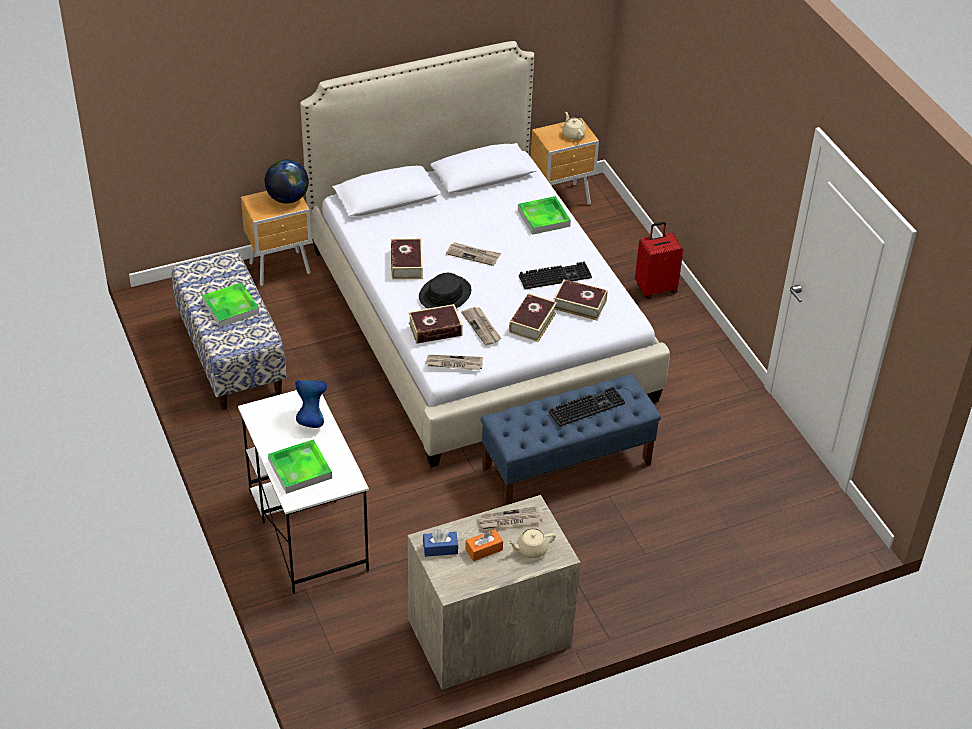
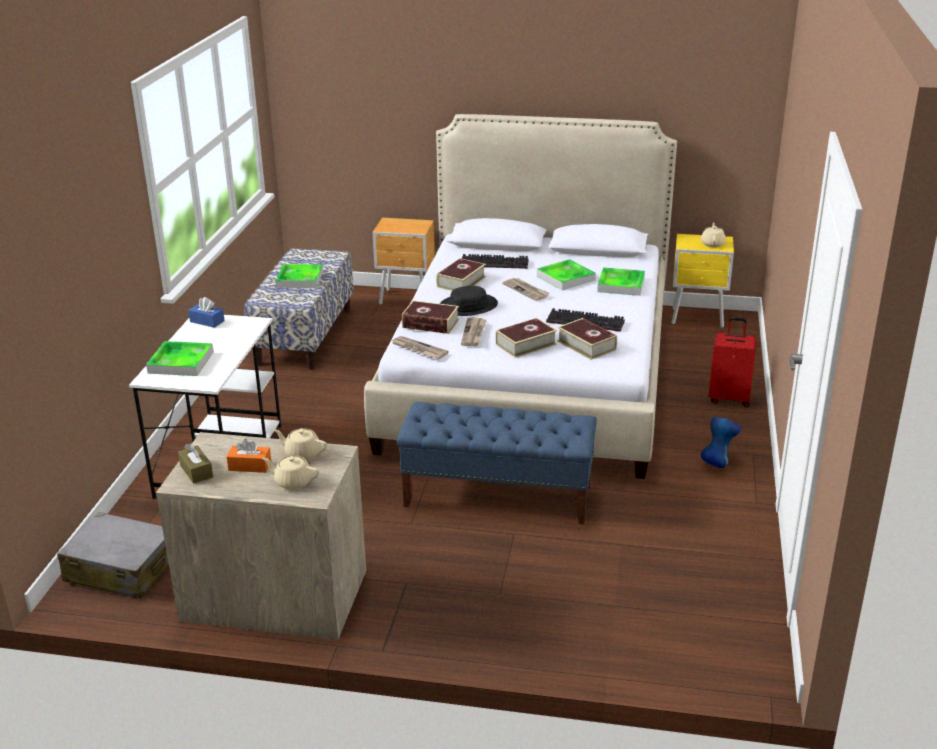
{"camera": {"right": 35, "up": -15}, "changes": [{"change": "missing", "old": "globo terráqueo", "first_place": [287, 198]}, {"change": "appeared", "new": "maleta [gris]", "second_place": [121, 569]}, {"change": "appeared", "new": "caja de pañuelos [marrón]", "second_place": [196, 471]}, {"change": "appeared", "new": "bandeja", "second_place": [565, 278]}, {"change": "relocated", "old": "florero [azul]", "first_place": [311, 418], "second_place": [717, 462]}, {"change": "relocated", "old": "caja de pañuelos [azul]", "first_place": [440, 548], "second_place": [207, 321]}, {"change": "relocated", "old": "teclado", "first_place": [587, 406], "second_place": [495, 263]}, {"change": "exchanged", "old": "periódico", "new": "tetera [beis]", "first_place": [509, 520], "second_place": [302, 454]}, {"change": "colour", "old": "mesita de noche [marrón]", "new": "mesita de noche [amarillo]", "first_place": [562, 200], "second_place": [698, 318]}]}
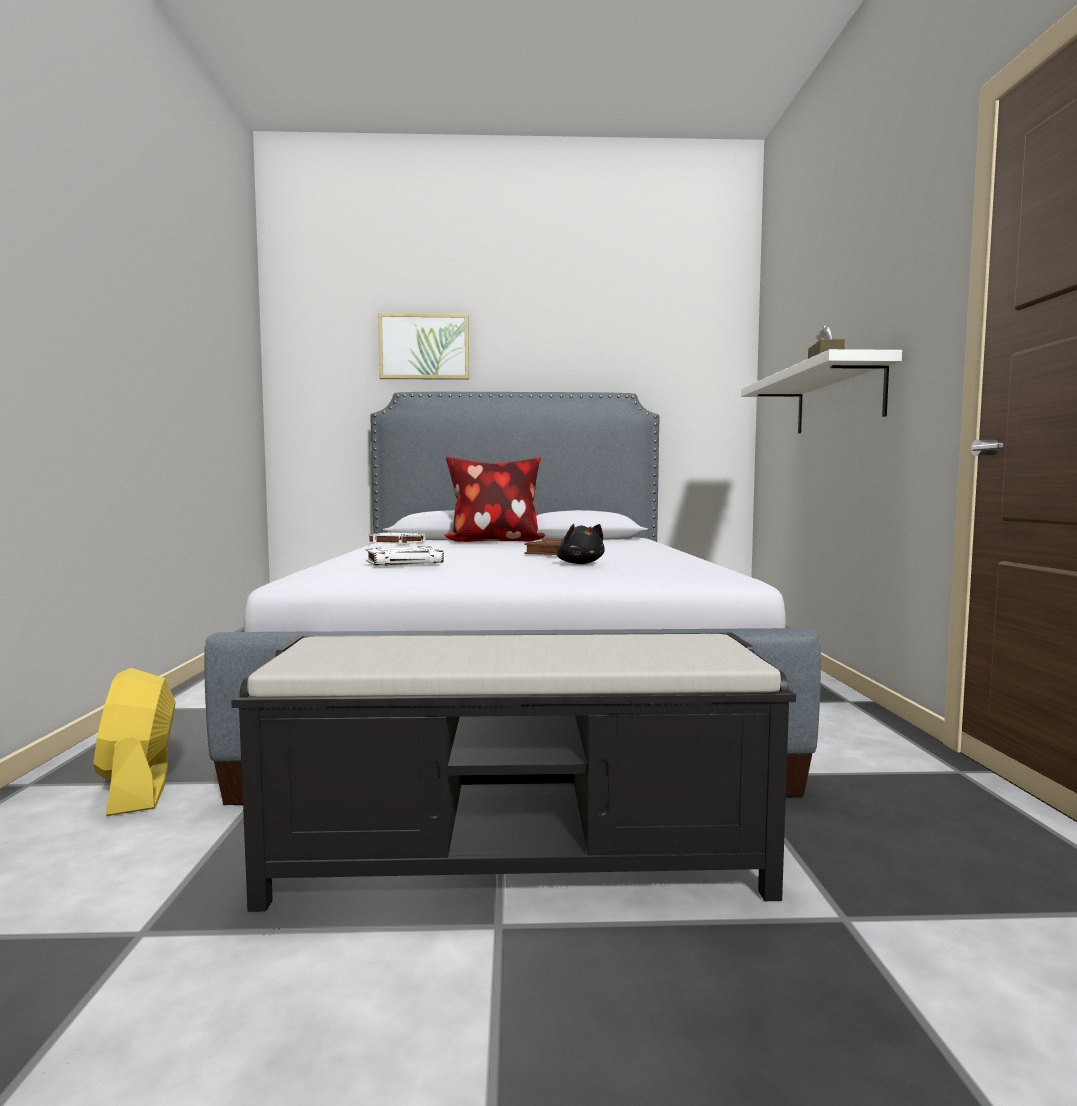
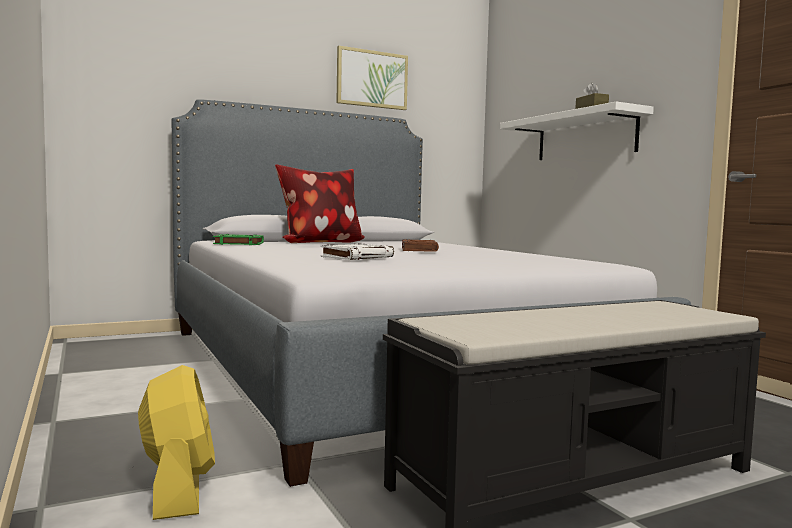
{"camera": {"right": -25, "up": 0}, "changes": [{"change": "missing", "old": "peluche [negro]", "first_place": [579, 563]}, {"change": "relocated", "old": "cuadro", "first_place": [424, 347], "second_place": [372, 79]}, {"change": "colour", "old": "libro [blanco]", "new": "libro [verde]", "first_place": [395, 542], "second_place": [238, 243]}, {"change": "spun", "old": "ventilador [amarillo]", "first_place": [139, 788], "second_place": [178, 489], "degrees": -150}]}
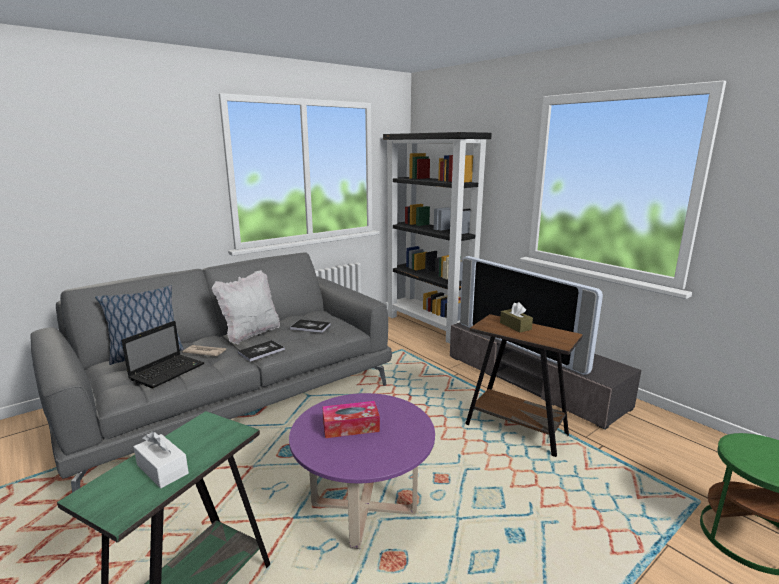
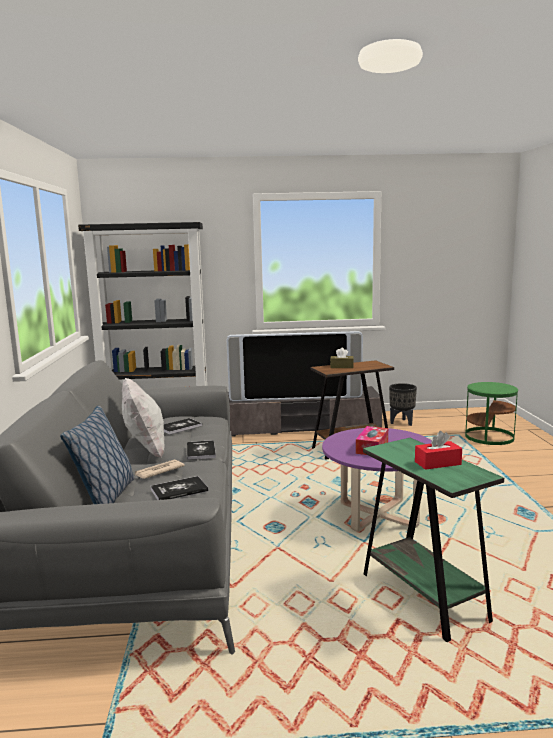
{"camera": {"right": -55, "up": -5}, "changes": [{"change": "appeared", "new": "maceta [negro]", "second_place": [402, 422]}, {"change": "exchanged", "old": "portátil", "new": "libro", "first_place": [168, 371], "second_place": [179, 490]}, {"change": "colour", "old": "caja de pañuelos [blanco]", "new": "caja de pañuelos [rojo]", "first_place": [162, 469], "second_place": [437, 463]}]}
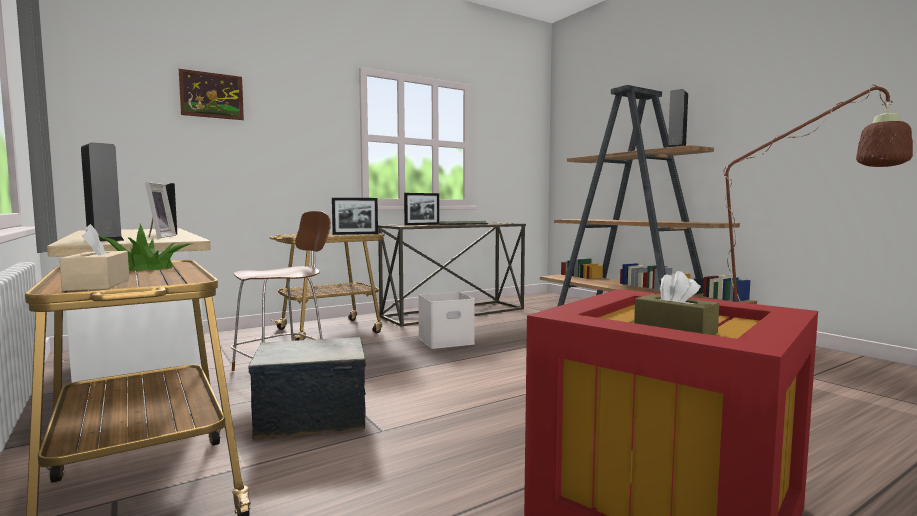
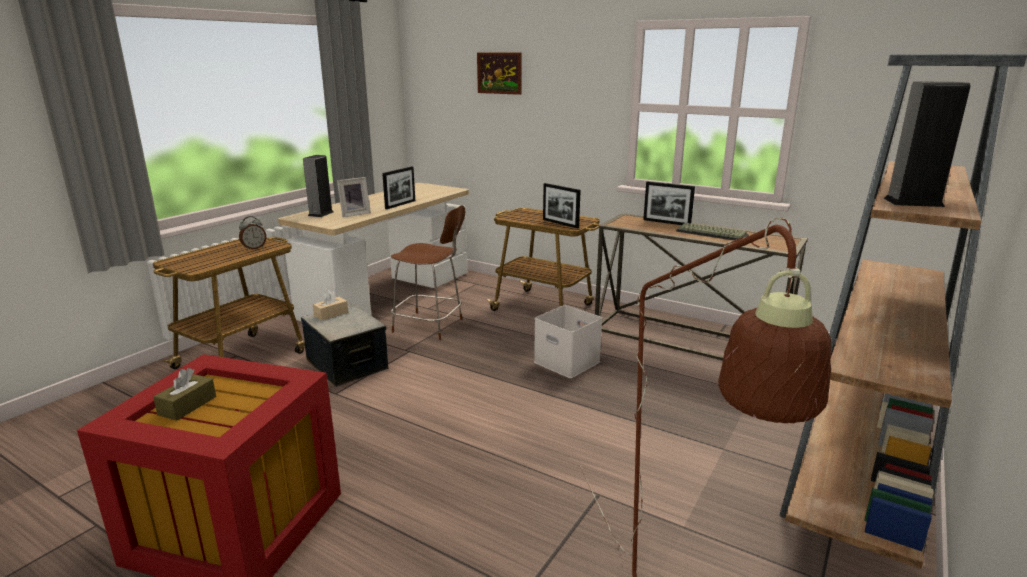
{"camera": {"right": 65, "up": 15}, "changes": [{"change": "relocated", "old": "caja de pañuelos [beis]", "first_place": [98, 284], "second_place": [331, 314]}, {"change": "exchanged", "old": "planta en maceta", "new": "despertador", "first_place": [146, 268], "second_place": [254, 248]}]}
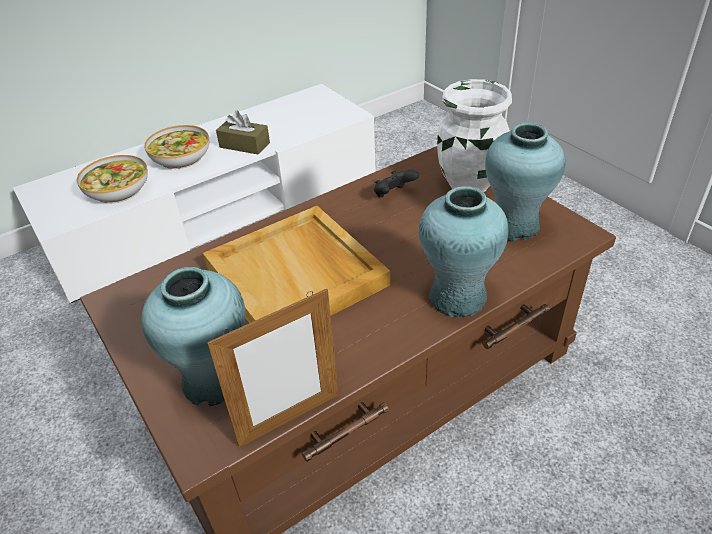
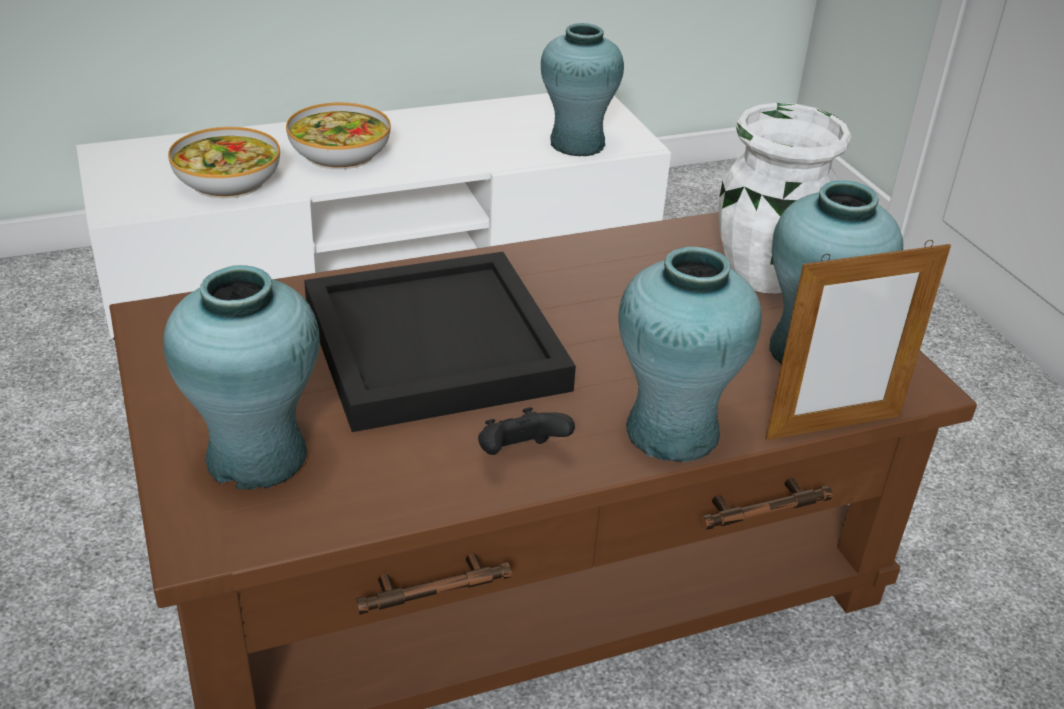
{"camera": {"right": 10, "up": -5}, "changes": [{"change": "missing", "old": "caja de pañuelos [marrón]", "first_place": [244, 145]}, {"change": "appeared", "new": "florero [turquesa]", "second_place": [577, 144]}, {"change": "relocated", "old": "portarretratos", "first_place": [290, 419], "second_place": [833, 427]}, {"change": "relocated", "old": "mando de consola [negro]", "first_place": [393, 195], "second_place": [519, 456]}, {"change": "colour", "old": "bandeja [beis]", "new": "bandeja [negro]", "first_place": [297, 276], "second_place": [437, 347]}]}
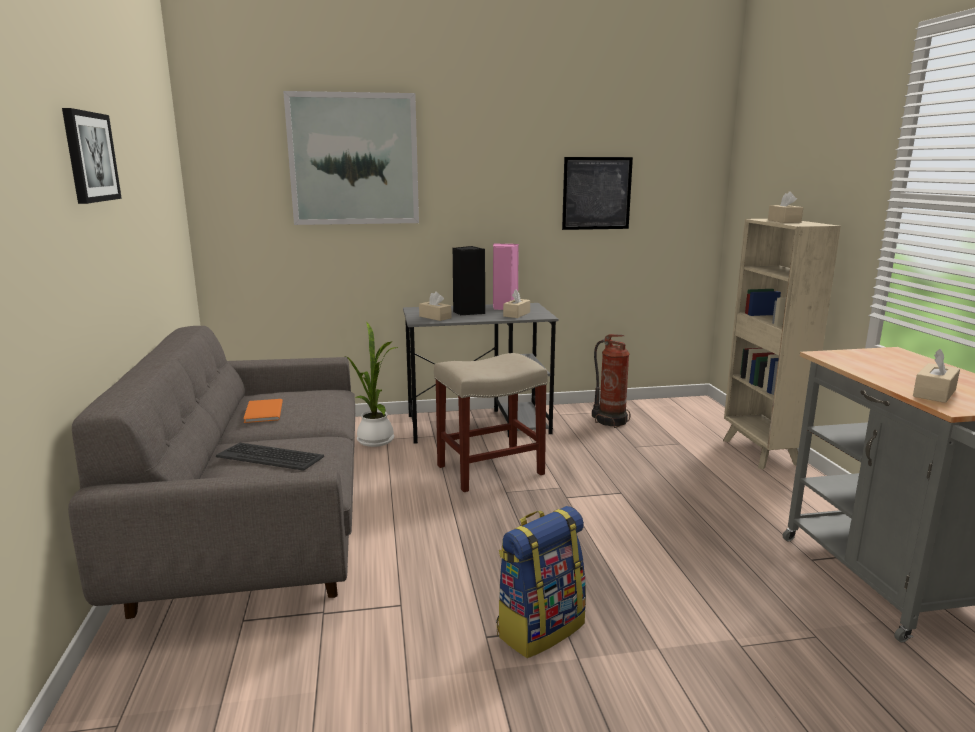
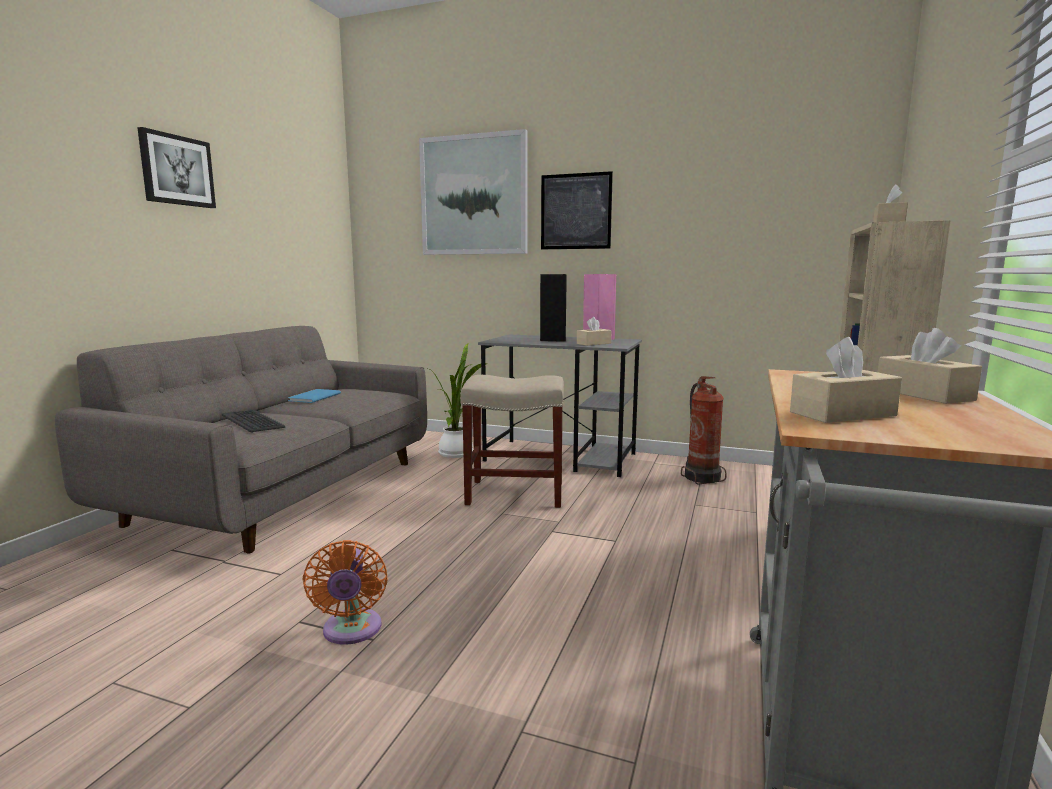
{"camera": {"right": 30, "up": -5}, "changes": [{"change": "relocated", "old": "caja de pañuelos [beis]", "first_place": [435, 317], "second_place": [923, 394]}, {"change": "relocated", "old": "cuadro", "first_place": [596, 193], "second_place": [576, 211]}, {"change": "exchanged", "old": "mochila", "new": "ventilador [naranja]", "first_place": [539, 628], "second_place": [351, 631]}, {"change": "colour", "old": "libro [naranja]", "new": "libro [azul]", "first_place": [262, 412], "second_place": [312, 397]}]}
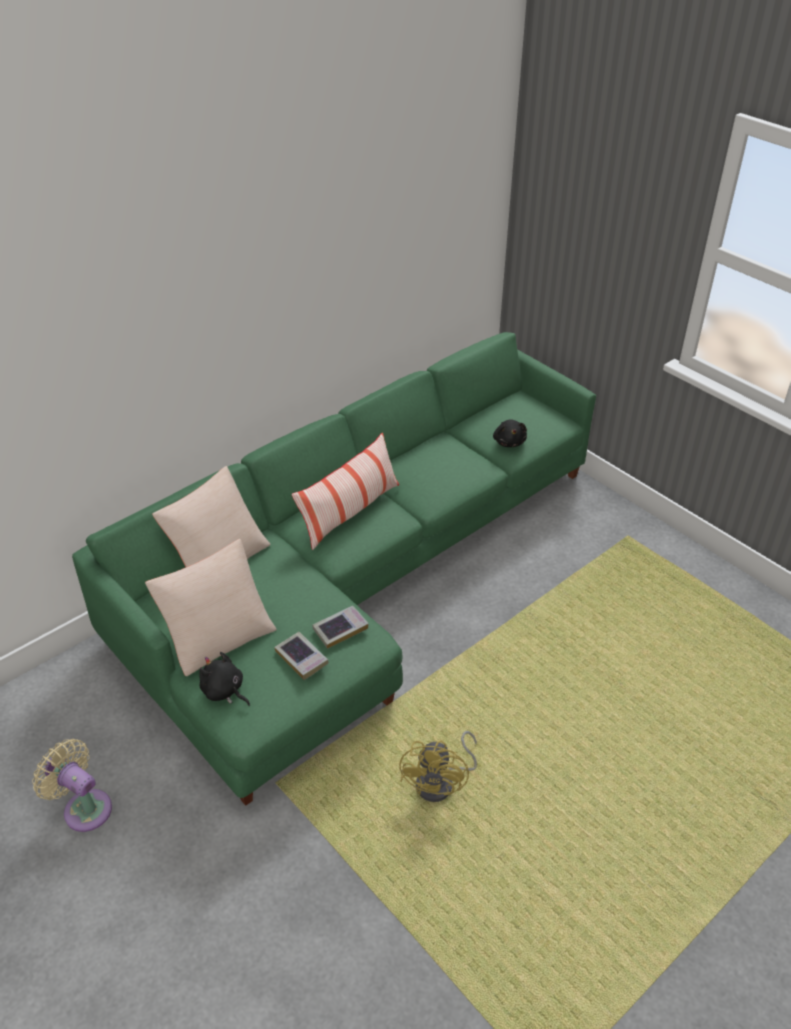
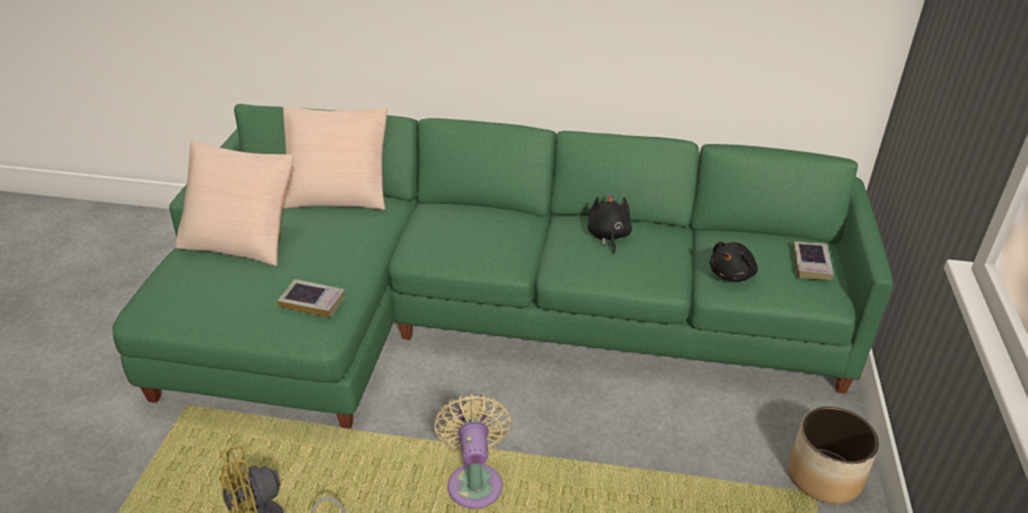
{"camera": {"right": 50, "up": -5}, "changes": [{"change": "missing", "old": "cojín", "first_place": [350, 512]}, {"change": "appeared", "new": "maceta", "second_place": [825, 476]}, {"change": "relocated", "old": "ventilador [beis]", "first_place": [84, 807], "second_place": [474, 481]}, {"change": "relocated", "old": "peluche [negro]", "first_place": [224, 691], "second_place": [608, 236]}, {"change": "relocated", "old": "libro", "first_place": [301, 658], "second_place": [811, 264]}]}
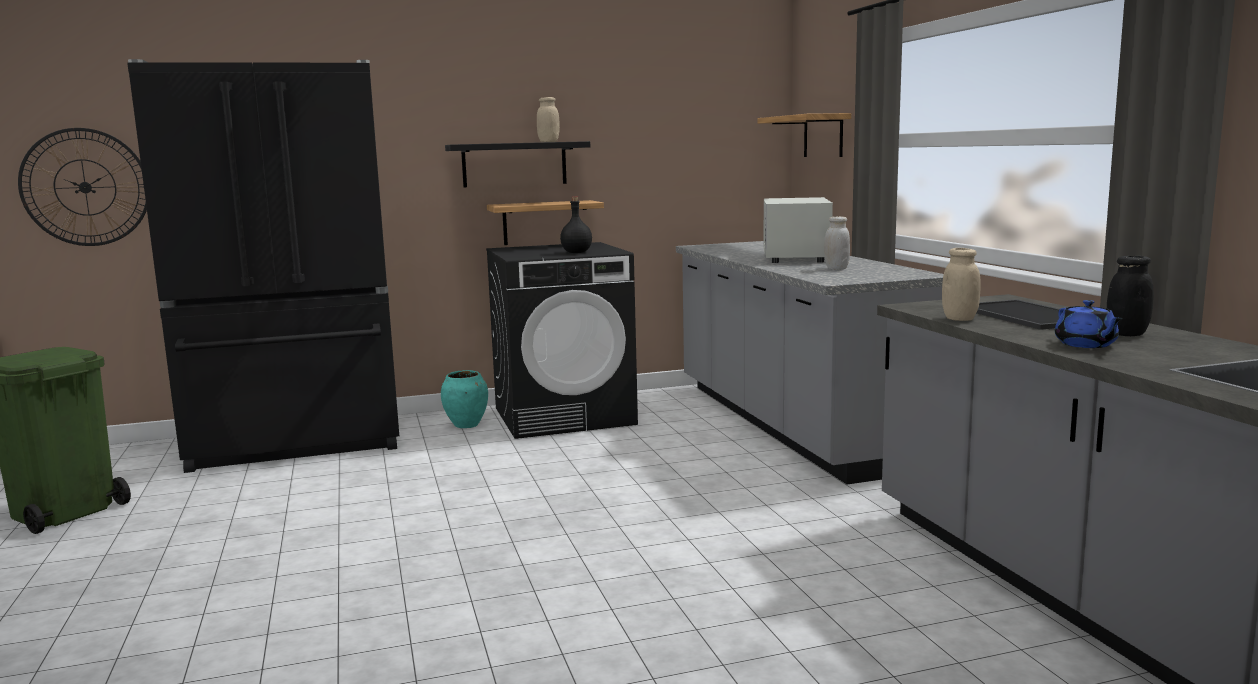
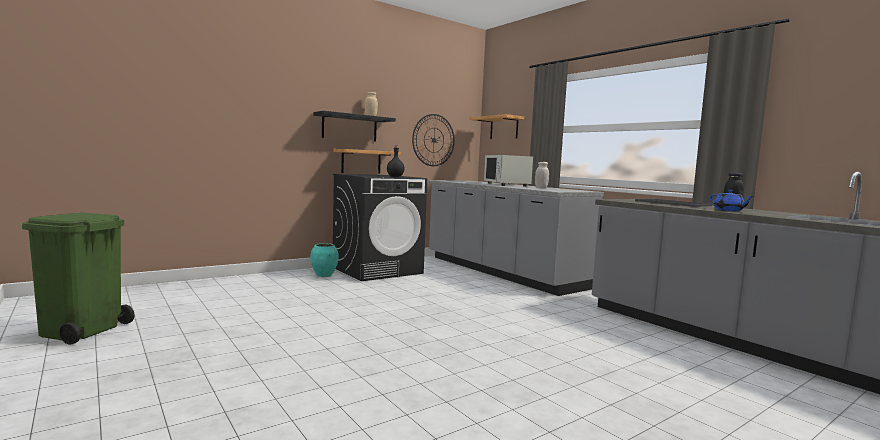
{"camera": {"right": -20, "up": -5}, "changes": [{"change": "missing", "old": "nevera [negro]", "first_place": [297, 444]}, {"change": "missing", "old": "tarro [beis]", "first_place": [959, 319]}, {"change": "relocated", "old": "reloj de pared", "first_place": [85, 187], "second_place": [433, 140]}]}
